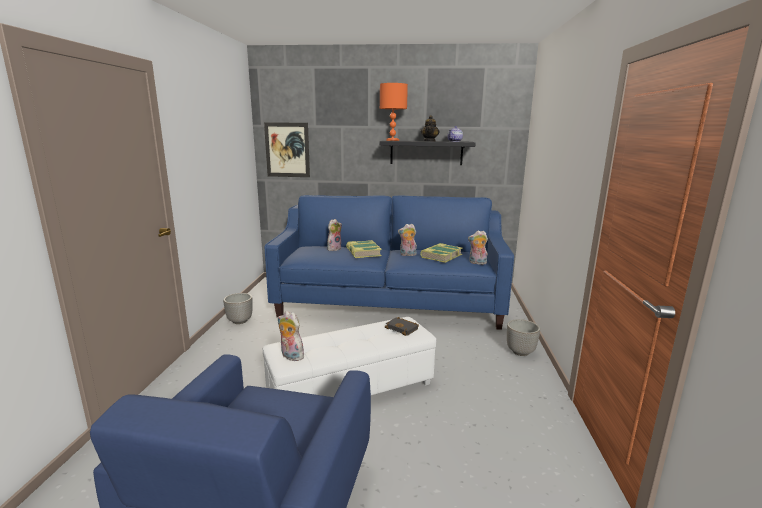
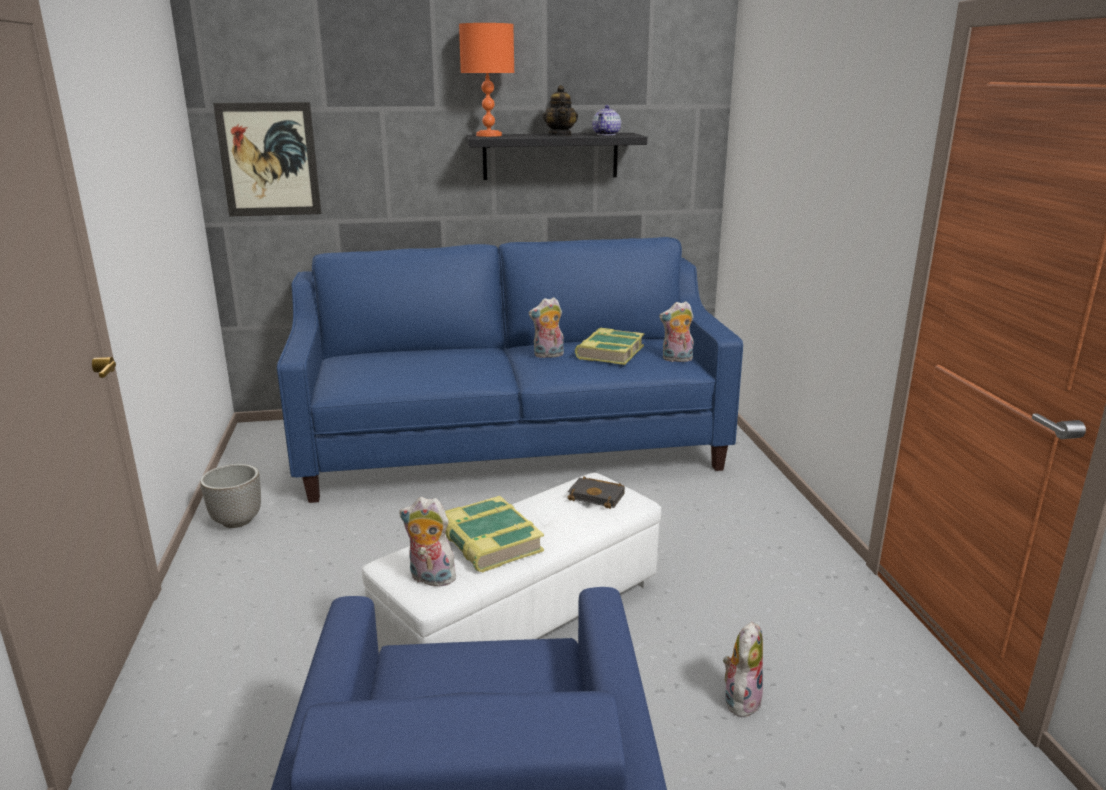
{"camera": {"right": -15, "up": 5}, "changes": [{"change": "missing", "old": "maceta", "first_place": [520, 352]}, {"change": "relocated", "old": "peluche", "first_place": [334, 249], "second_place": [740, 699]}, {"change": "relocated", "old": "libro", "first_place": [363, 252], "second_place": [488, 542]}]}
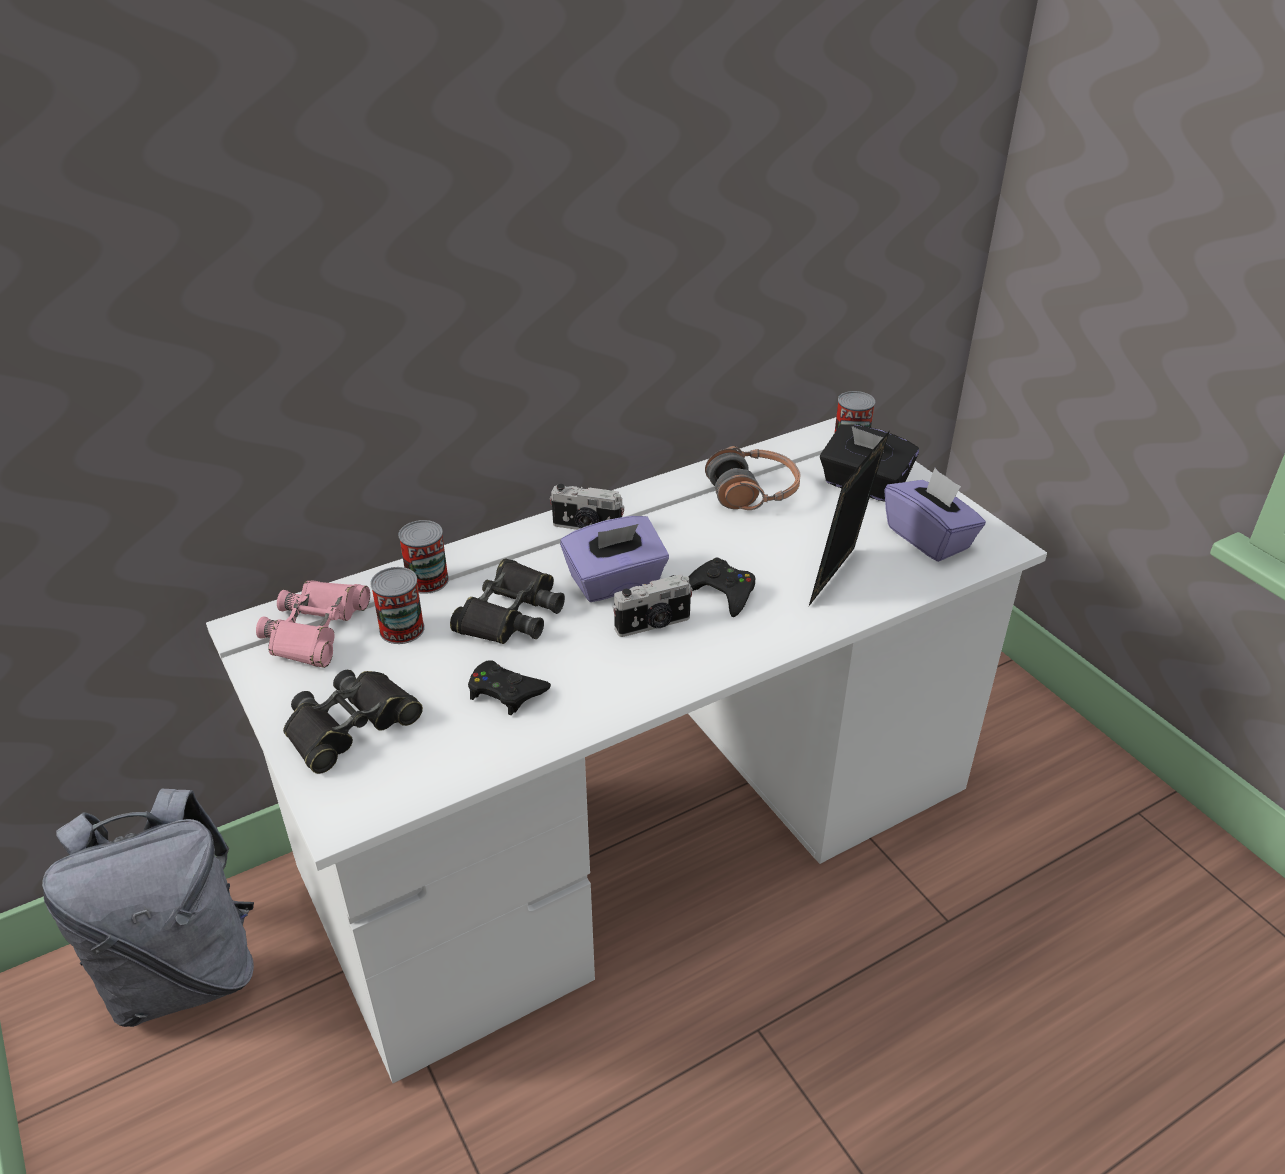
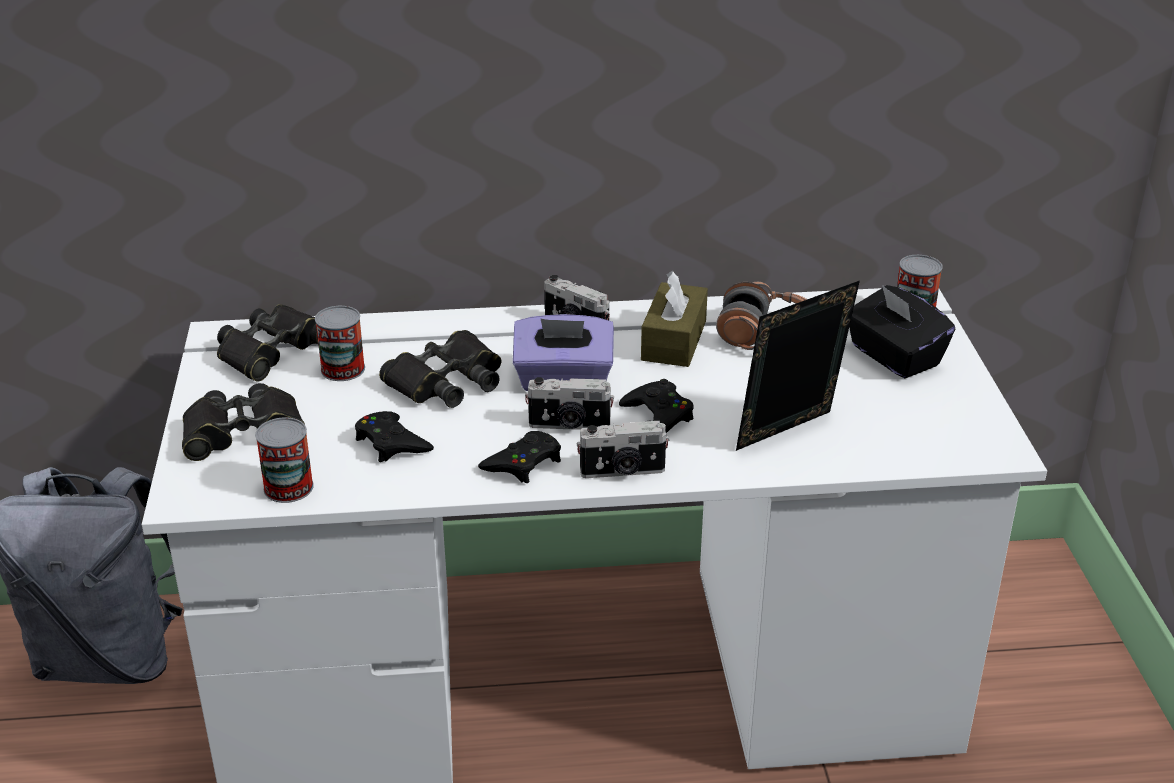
{"camera": {"right": 25, "up": -5}, "changes": [{"change": "missing", "old": "caja de pañuelos [morado]", "first_place": [929, 538]}, {"change": "appeared", "new": "mando de consola [negro]", "second_place": [523, 463]}, {"change": "appeared", "new": "cámara", "second_place": [623, 472]}, {"change": "appeared", "new": "caja de pañuelos [marrón]", "second_place": [674, 340]}, {"change": "relocated", "old": "lata", "first_place": [427, 580], "second_place": [288, 487]}, {"change": "colour", "old": "prismáticos [rosa]", "new": "prismáticos [negro]", "first_place": [316, 630], "second_place": [272, 351]}]}
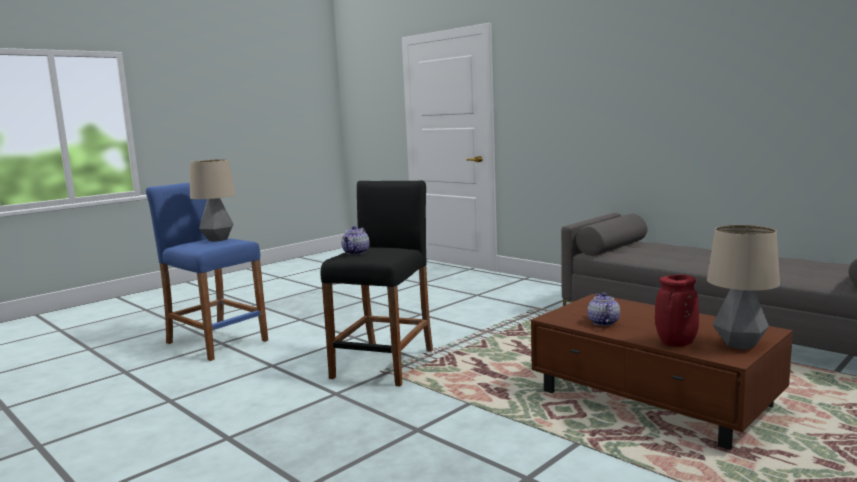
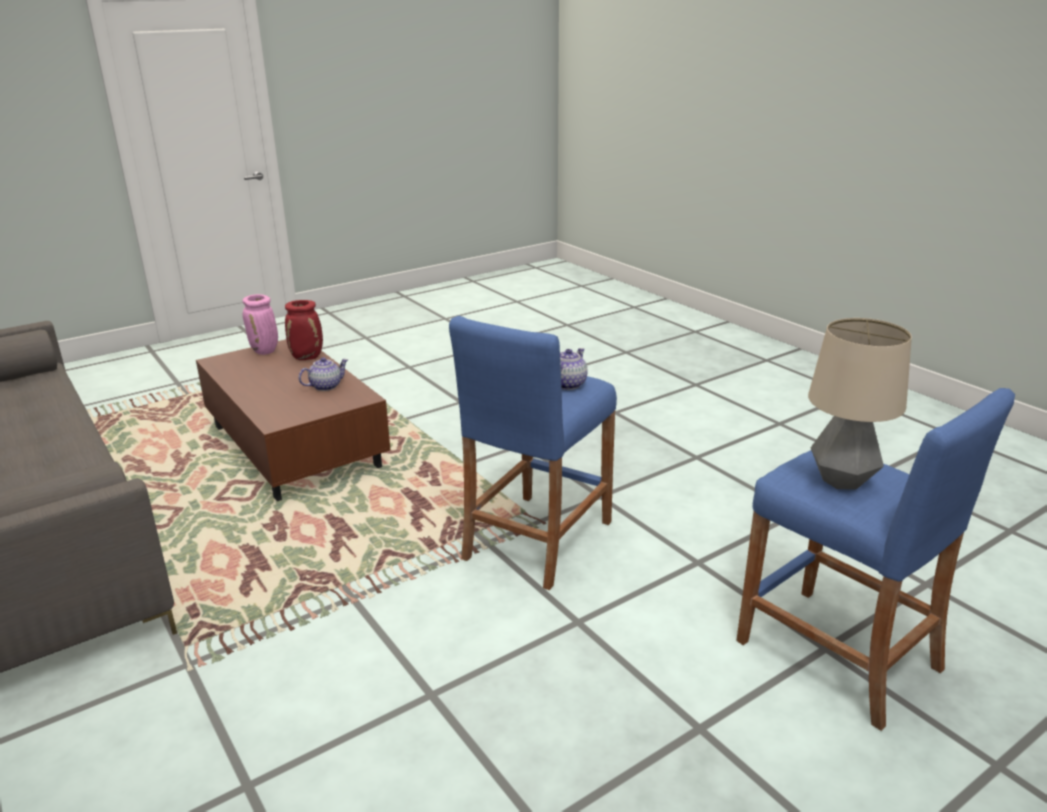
{"camera": {"right": -170, "up": 15}, "changes": [{"change": "exchanged", "old": "lámpara de mesa", "new": "florero [rosa]", "first_place": [739, 344], "second_place": [265, 351]}, {"change": "colour", "old": "taburete [negro]", "new": "taburete [azul]", "first_place": [384, 364], "second_place": [537, 539]}, {"change": "spun", "old": "tetera", "first_place": [602, 322], "second_place": [326, 386], "degrees": -135}]}
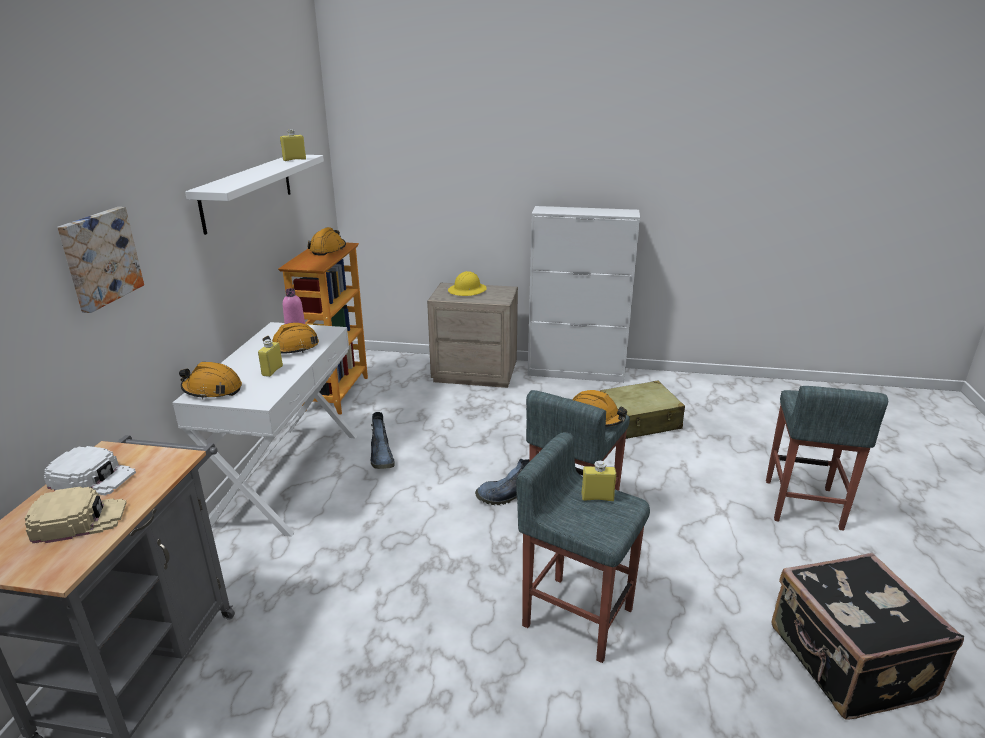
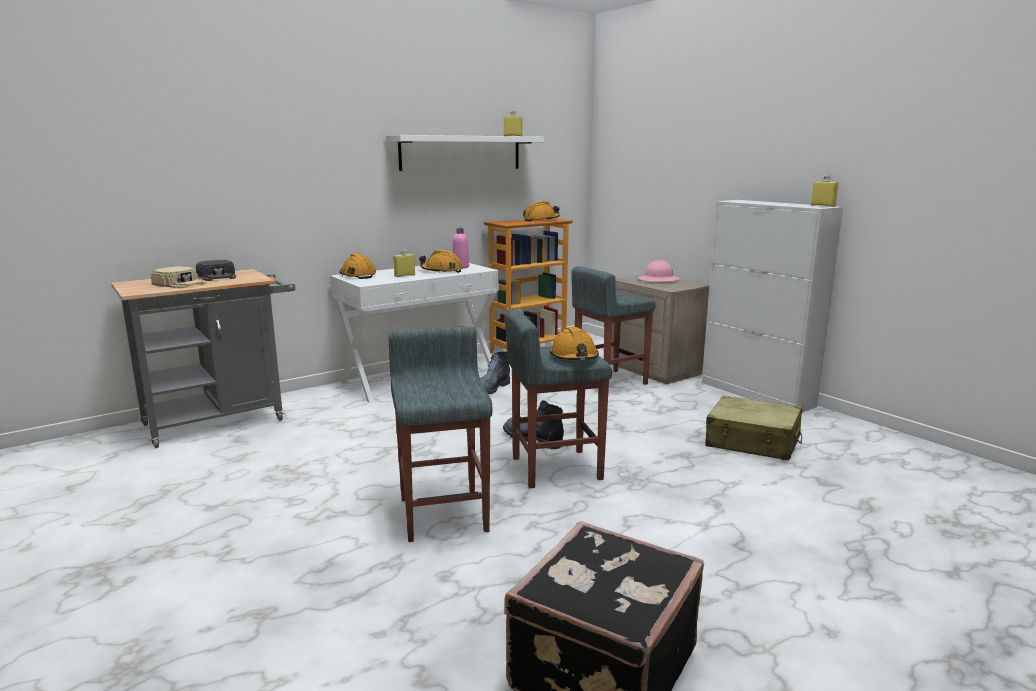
{"camera": {"right": 45, "up": -10}, "changes": [{"change": "missing", "old": "cuadro", "first_place": [99, 258]}, {"change": "relocated", "old": "botella [amarillo]", "first_place": [597, 497], "second_place": [823, 206]}, {"change": "relocated", "old": "taburete [gris]", "first_place": [802, 505], "second_place": [609, 382]}, {"change": "colour", "old": "gorra [blanco]", "new": "gorra [negro]", "first_place": [93, 478], "second_place": [217, 276]}, {"change": "colour", "old": "casco [amarillo]", "new": "casco [rosa]", "first_place": [467, 290], "second_place": [658, 280]}]}
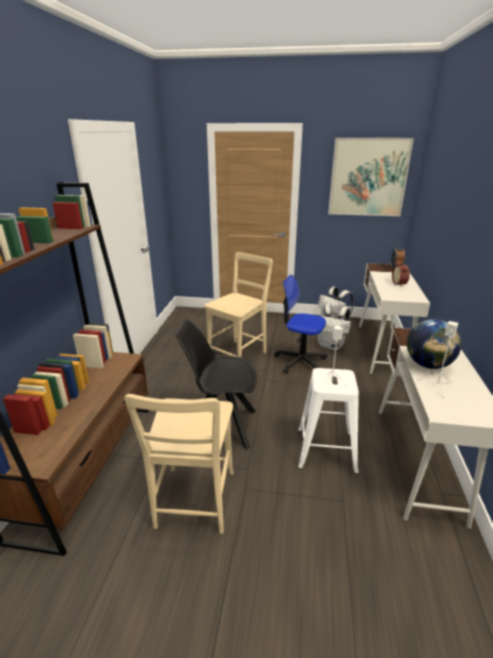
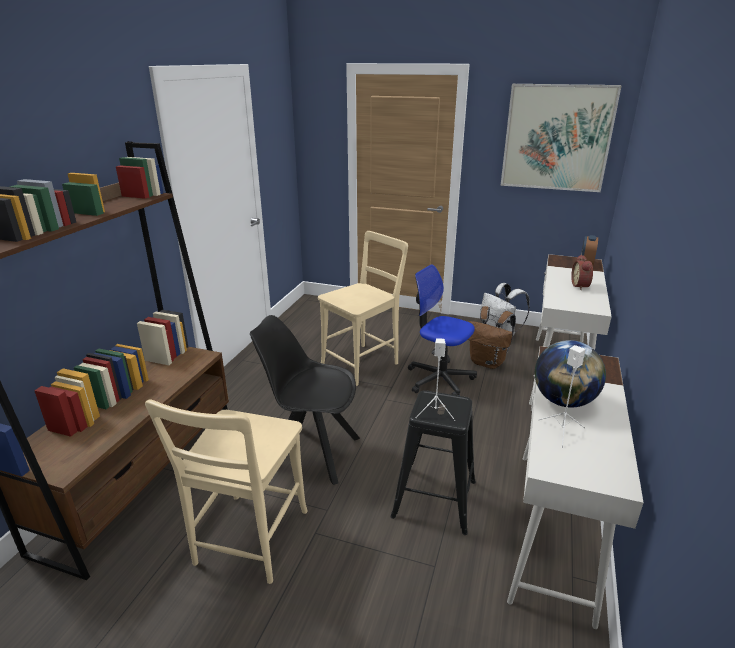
{"camera": {"right": 10, "up": 0}, "changes": [{"change": "colour", "old": "taburete [blanco]", "new": "taburete [negro]", "first_place": [325, 449], "second_place": [433, 497]}, {"change": "colour", "old": "mochila [blanco]", "new": "mochila [marrón]", "first_place": [331, 346], "second_place": [488, 362]}]}
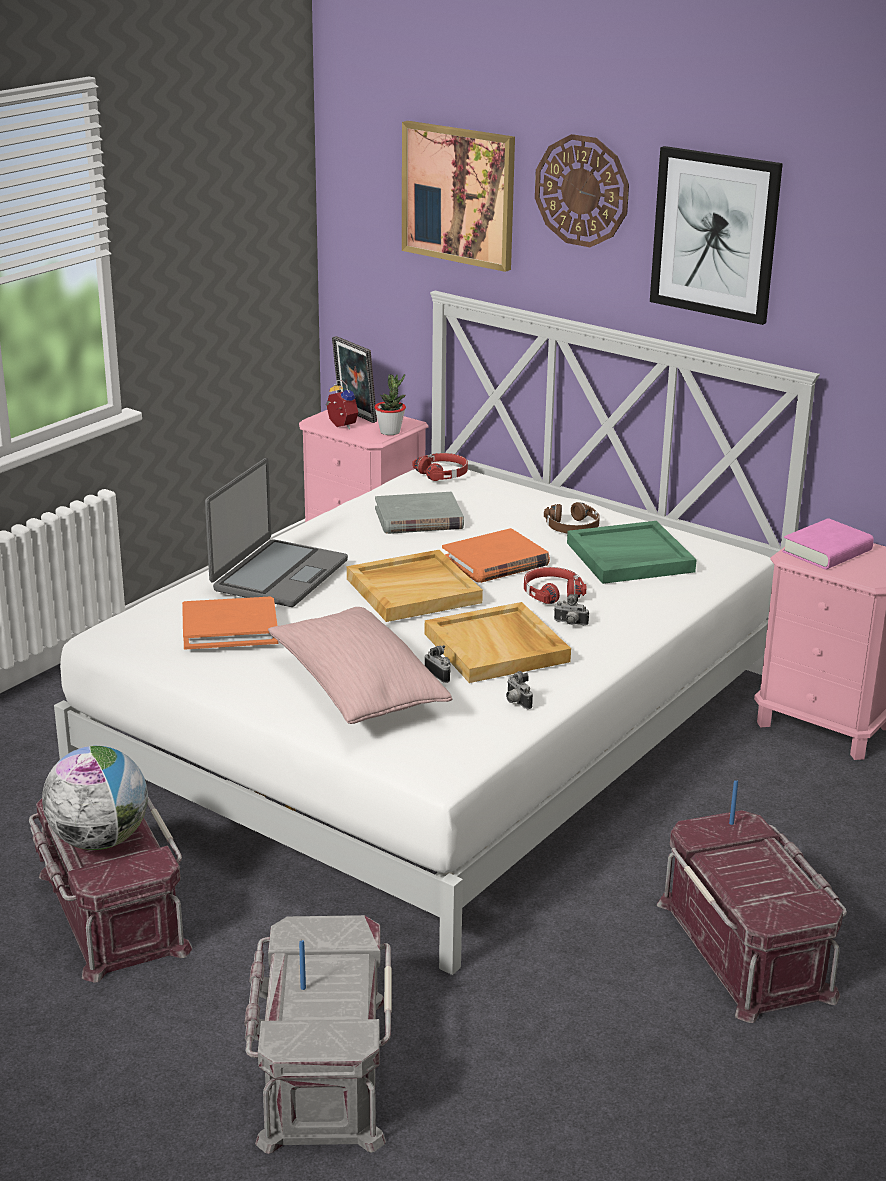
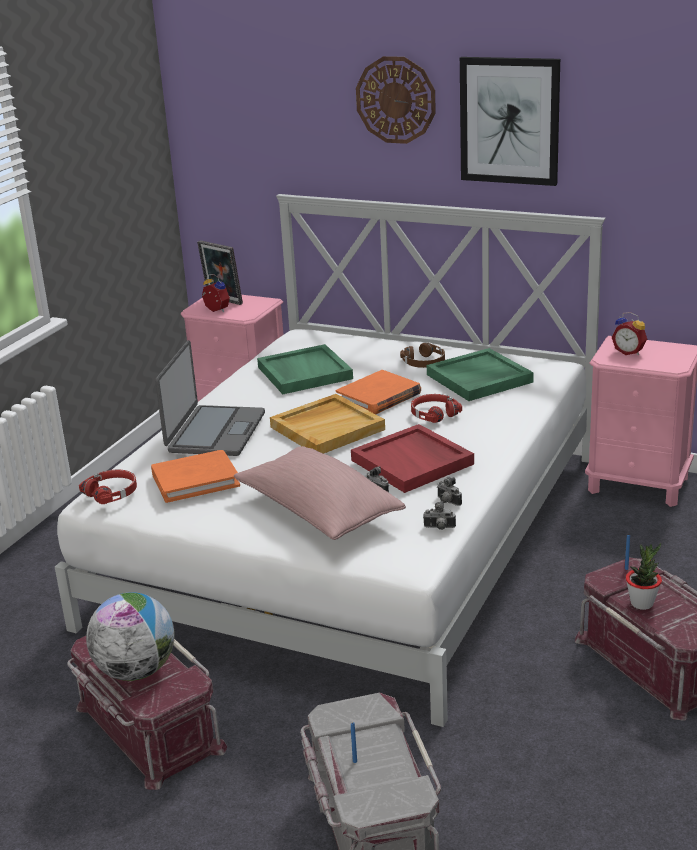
{"camera": {"right": -10, "up": 0}, "changes": [{"change": "missing", "old": "cuadro", "first_place": [459, 194]}, {"change": "relocated", "old": "planta en maceta", "first_place": [390, 432], "second_place": [642, 603]}, {"change": "relocated", "old": "auriculares [rojo]", "first_place": [442, 473], "second_place": [112, 493]}, {"change": "relocated", "old": "cámara", "first_place": [570, 624], "second_place": [439, 528]}, {"change": "exchanged", "old": "libro [gris]", "new": "bandeja [verde]", "first_place": [418, 518], "second_place": [303, 373]}, {"change": "exchanged", "old": "libro [rosa]", "new": "despertador", "first_place": [827, 551], "second_place": [629, 352]}, {"change": "colour", "old": "bandeja [beis]", "new": "bandeja [rojo]", "first_place": [497, 648], "second_place": [413, 462]}]}
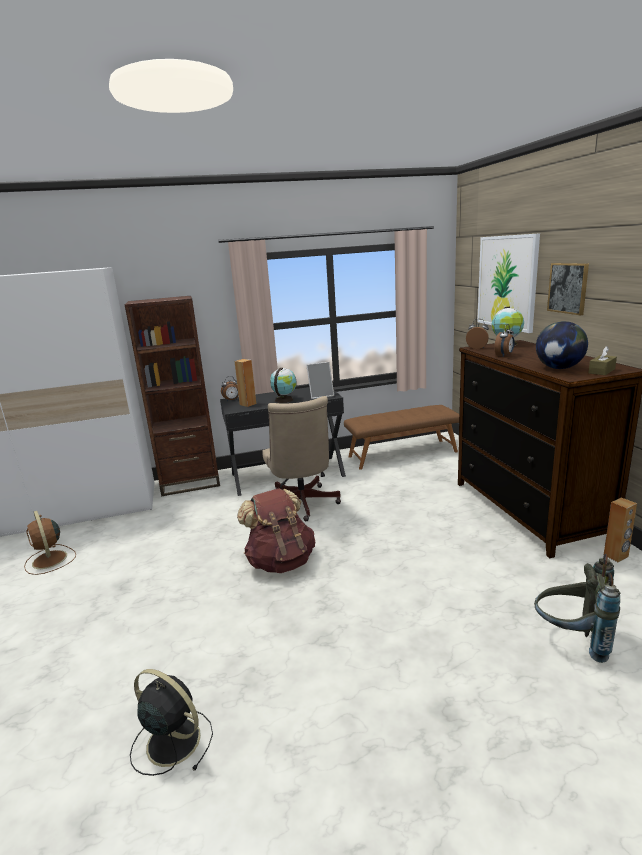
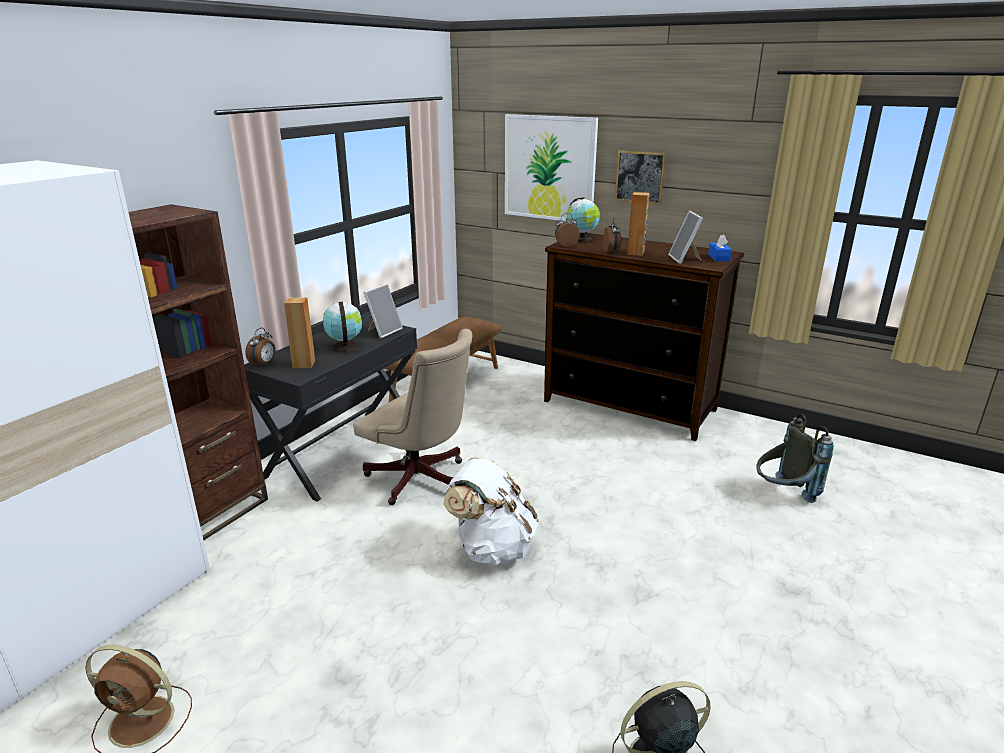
{"camera": {"right": -45, "up": 5}, "changes": [{"change": "relocated", "old": "altavoz [marrón]", "first_place": [616, 556], "second_place": [636, 253]}, {"change": "exchanged", "old": "globo terráqueo", "new": "portarretratos", "first_place": [559, 368], "second_place": [684, 259]}, {"change": "colour", "old": "mochila [marrón]", "new": "mochila [blanco]", "first_place": [281, 561], "second_place": [492, 548]}, {"change": "colour", "old": "caja de pañuelos [marrón]", "new": "caja de pañuelos [azul]", "first_place": [601, 371], "second_place": [719, 257]}]}
